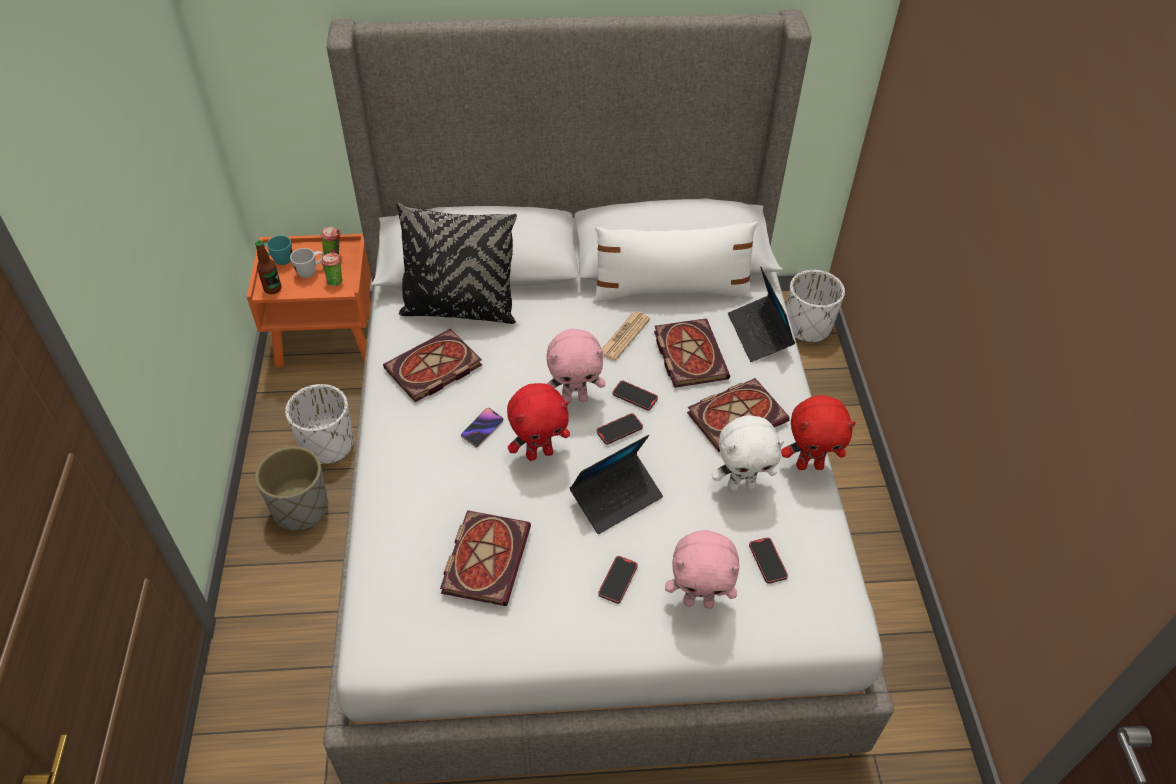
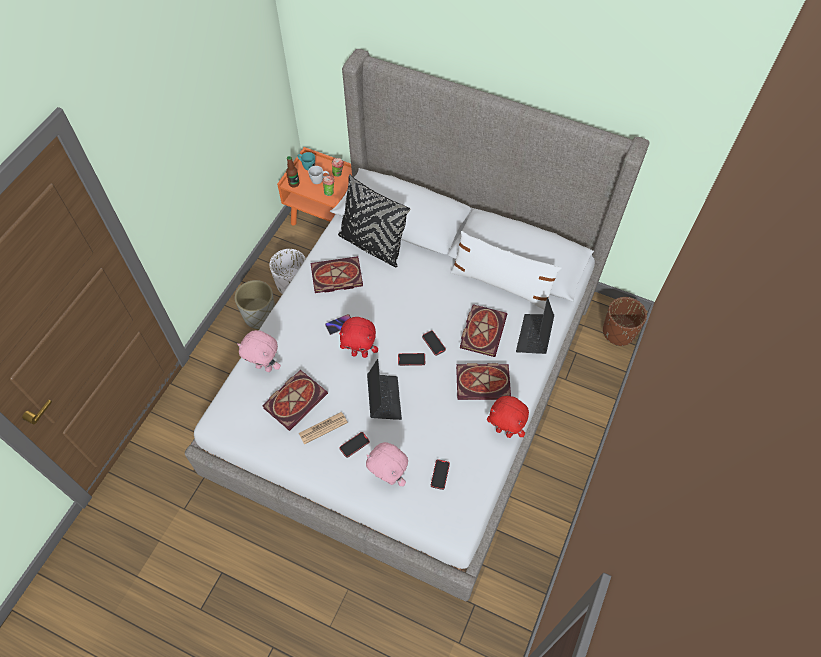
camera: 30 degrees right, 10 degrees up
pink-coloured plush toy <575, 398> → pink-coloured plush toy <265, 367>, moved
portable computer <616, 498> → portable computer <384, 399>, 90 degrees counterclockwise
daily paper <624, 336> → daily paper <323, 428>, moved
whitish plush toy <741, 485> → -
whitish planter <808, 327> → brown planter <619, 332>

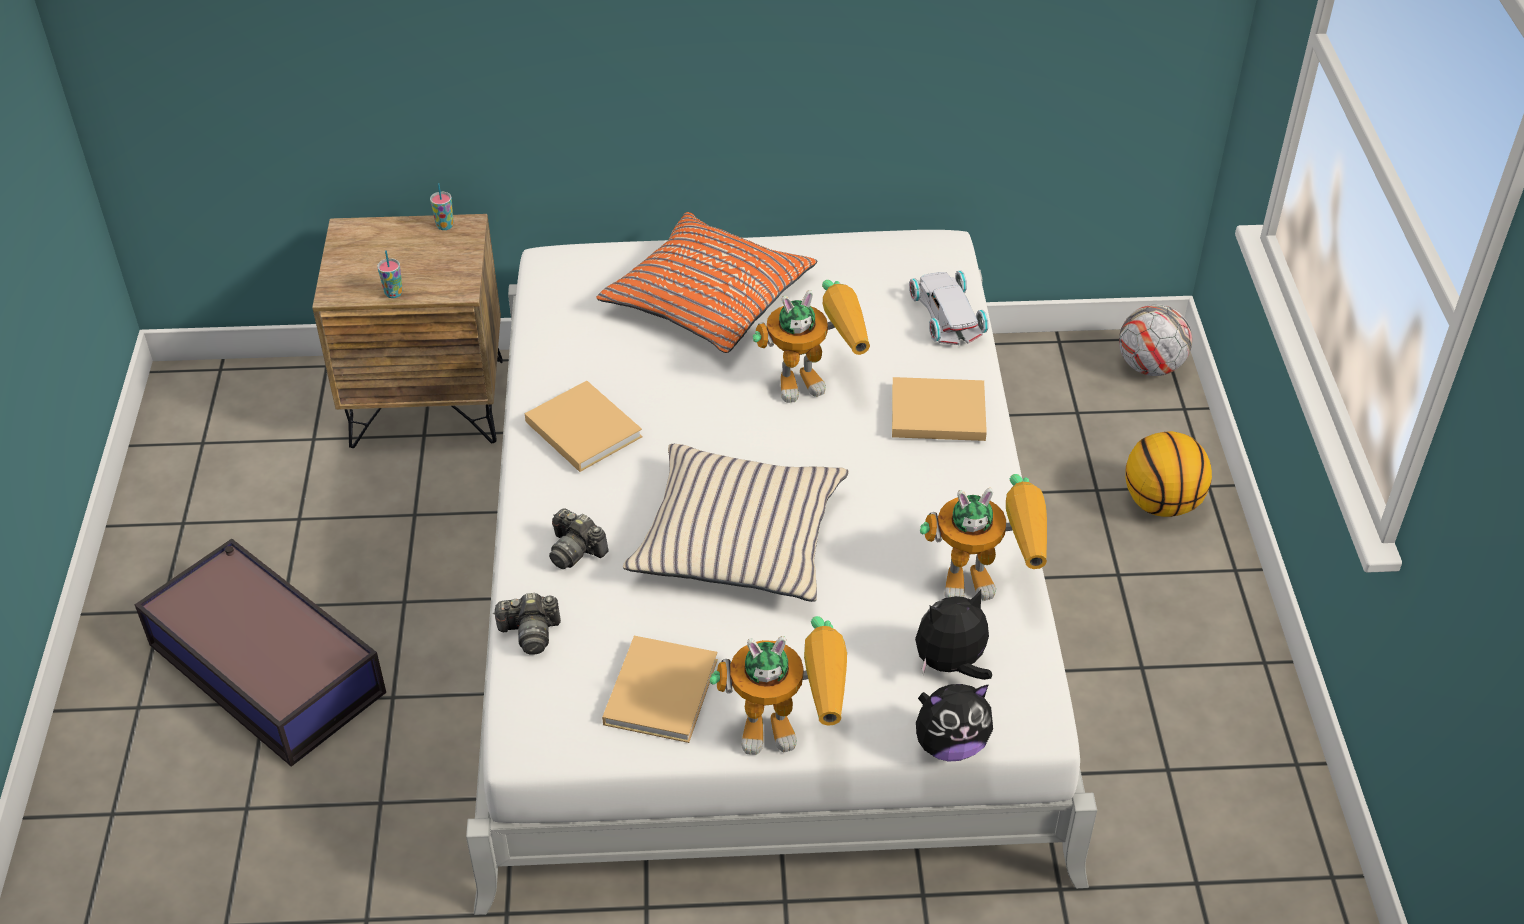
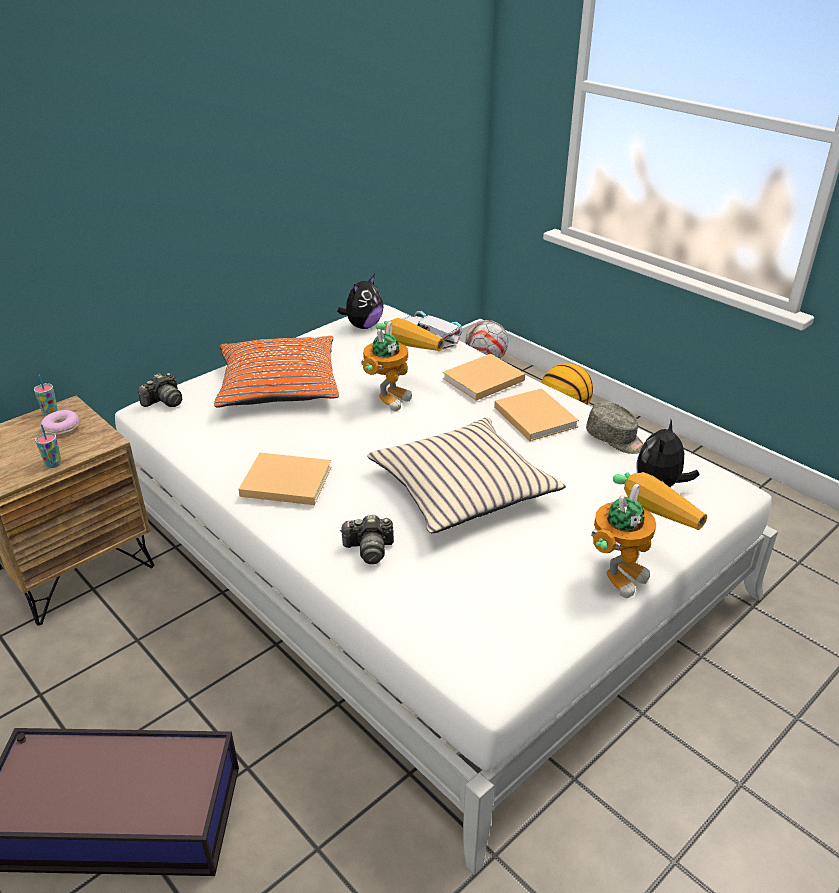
camera: 40 degrees left, 10 degrees down
still camera <530, 633> → still camera <164, 401>, moved
beige-coloured bound book <662, 689> → beige-coloured bound book <534, 416>, moved
plush toy <950, 744> → plush toy <363, 326>, moved
toy robot <987, 579> → gray baseball cap <615, 439>
- → ring doughnut <62, 428>

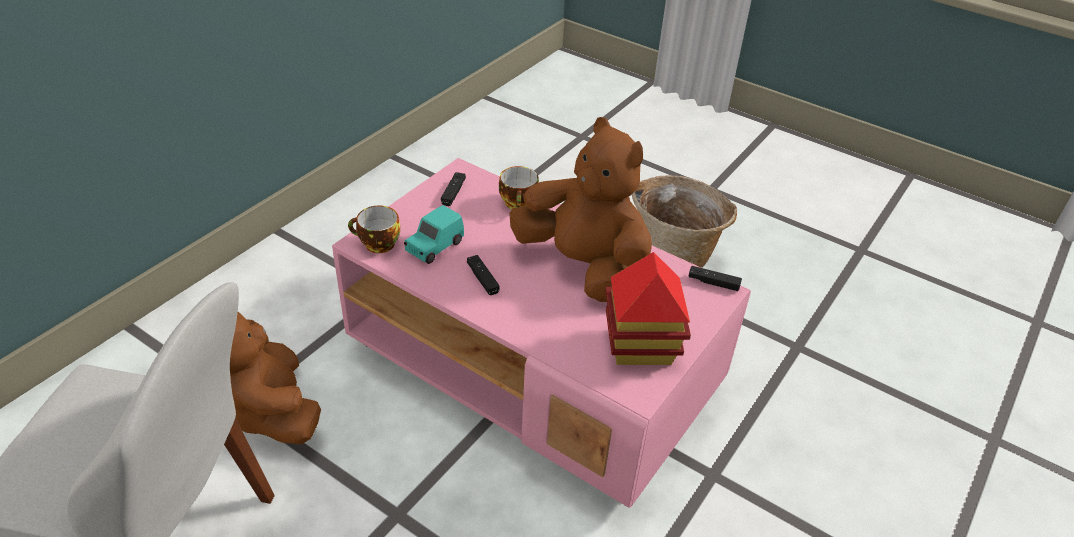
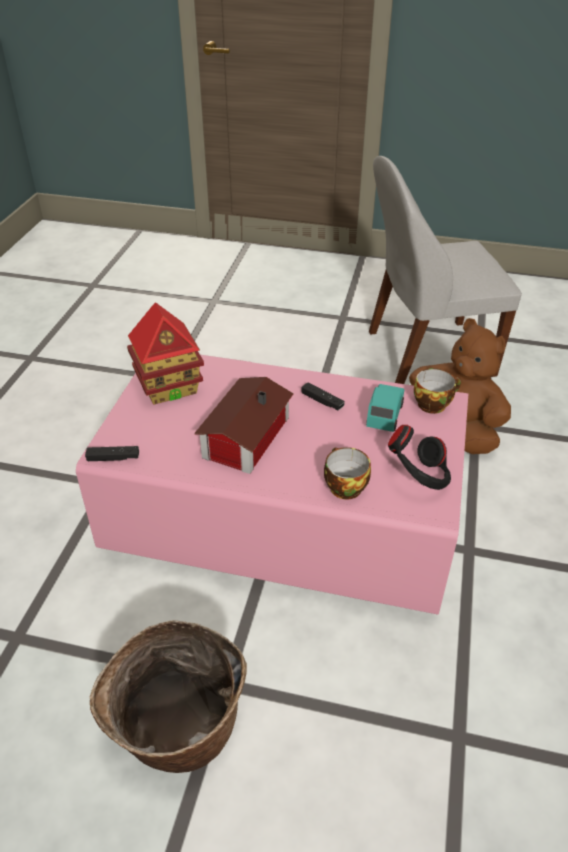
camera: 160 degrees right, 0 degrees up
black gamepad <453, 193> → black headset <419, 477>
brown plush toy <583, 266> → miniature house <243, 438>

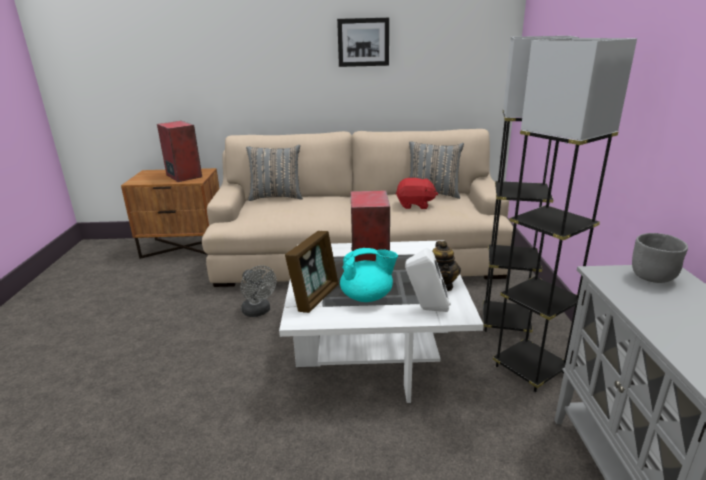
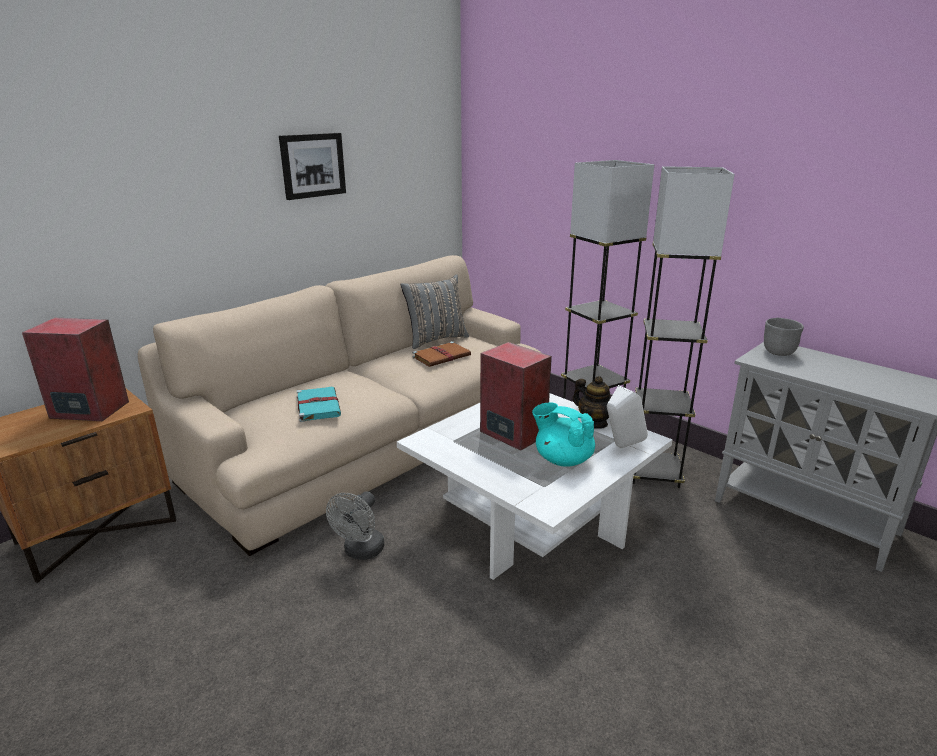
camera: 45 degrees left, 0 degrees up
gray fan <258, 312> → gray fan <361, 552>, 105 degrees clockwise
gray throw pillow <276, 197> → -
standing frame <315, 297> → -
blue-green pot for tea <367, 297> → blue-green pot for tea <562, 459>, 90 degrees counterclockwise
red plush toy <415, 205> → brown bound book <442, 356>
- → blue-green bound book <318, 405>

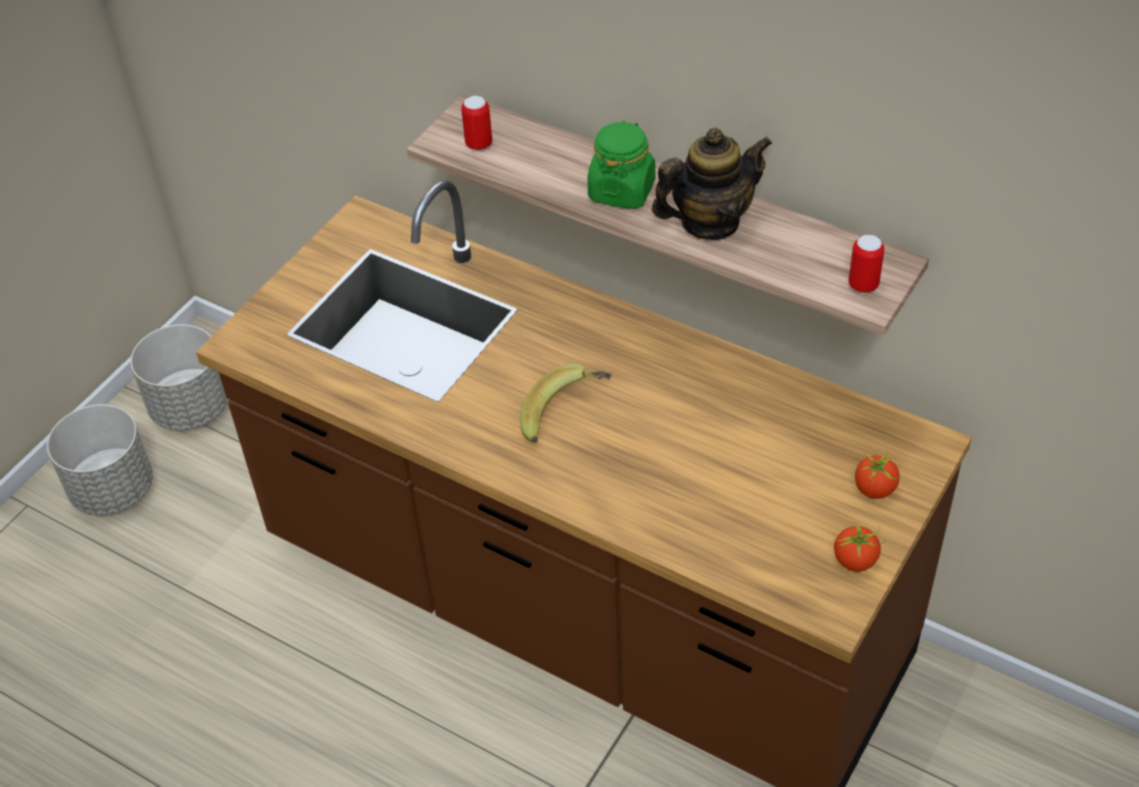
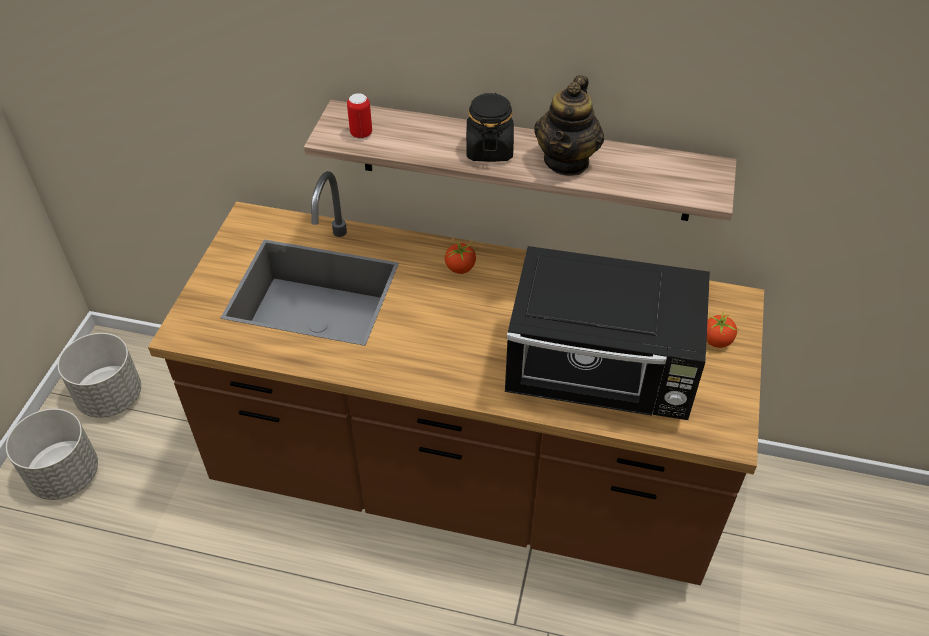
camera: 20 degrees left, 0 degrees up
banana <566, 416> → -
green-coloured jar <621, 190> → black jar <489, 149>
pot for tea <710, 222> → pot for tea <567, 161>, 150 degrees clockwise
tomato <855, 560> → tomato <460, 268>, moved
metal can <863, 285> → -
- → black microwave oven <601, 374>

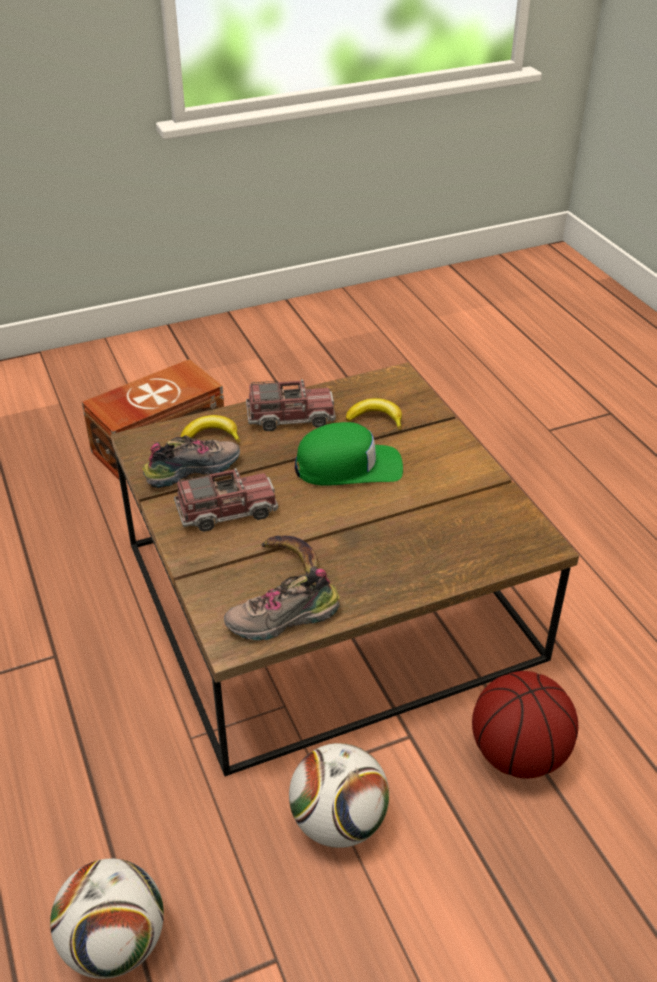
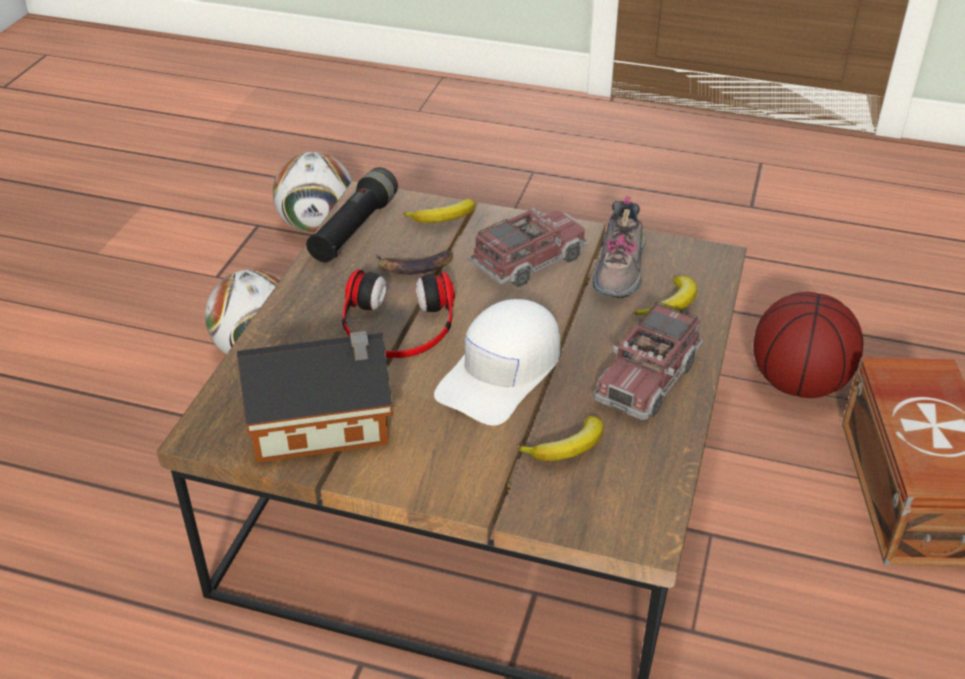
camera: 130 degrees right, 0 degrees up
toy truck <226, 511> → toy truck <529, 261>, 150 degrees counterclockwise
shoe <282, 621> → black hand torch <354, 229>
green-coloured baseball cap <349, 466> → whitish baseball cap <502, 372>
basketball ball <519, 755> → basketball ball <797, 384>, moved
- → miniature house <326, 423>
- → headset <398, 325>
- → banana <443, 219>

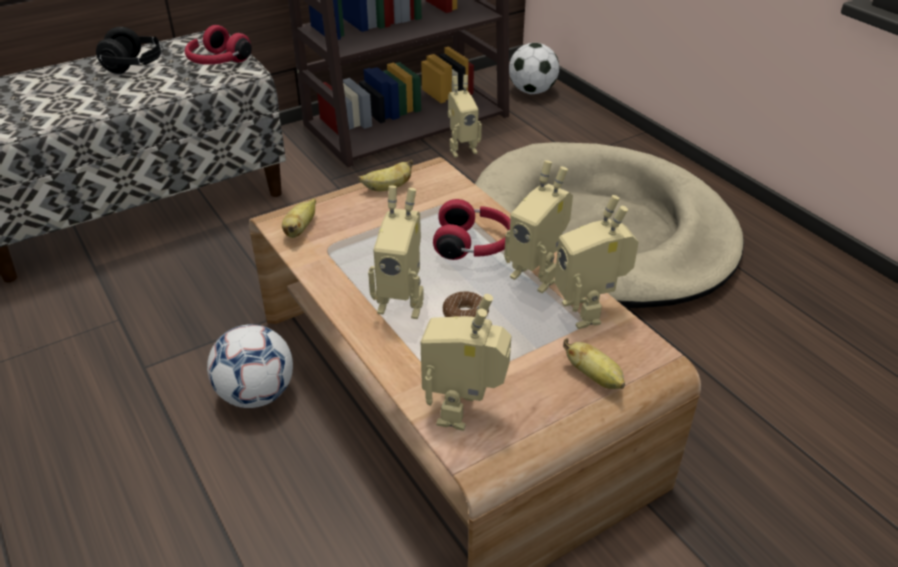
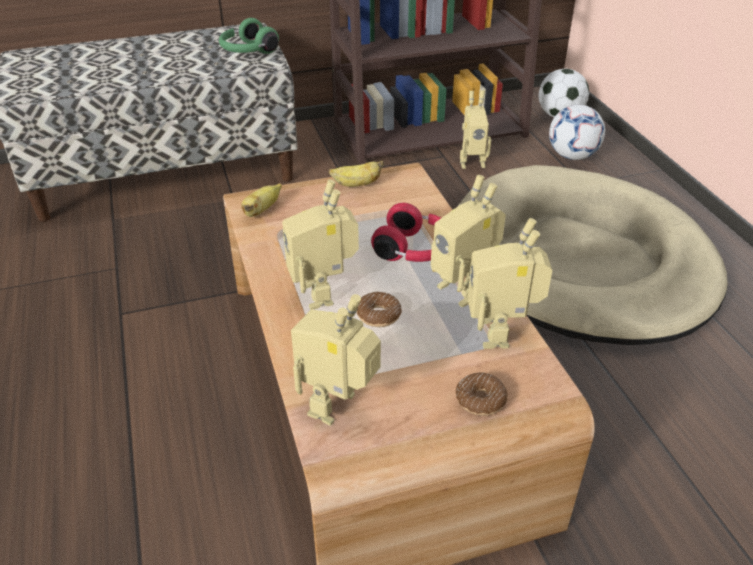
camera: 15 degrees right, 0 degrees up
black headset <135, 66> → -
red headset <217, 62> → green-coloured headset <247, 51>
football <256, 394> → football <572, 156>, moved
toy robot <402, 303> → toy robot <324, 293>, 45 degrees clockwise
banana <595, 377> → ring doughnut <480, 400>

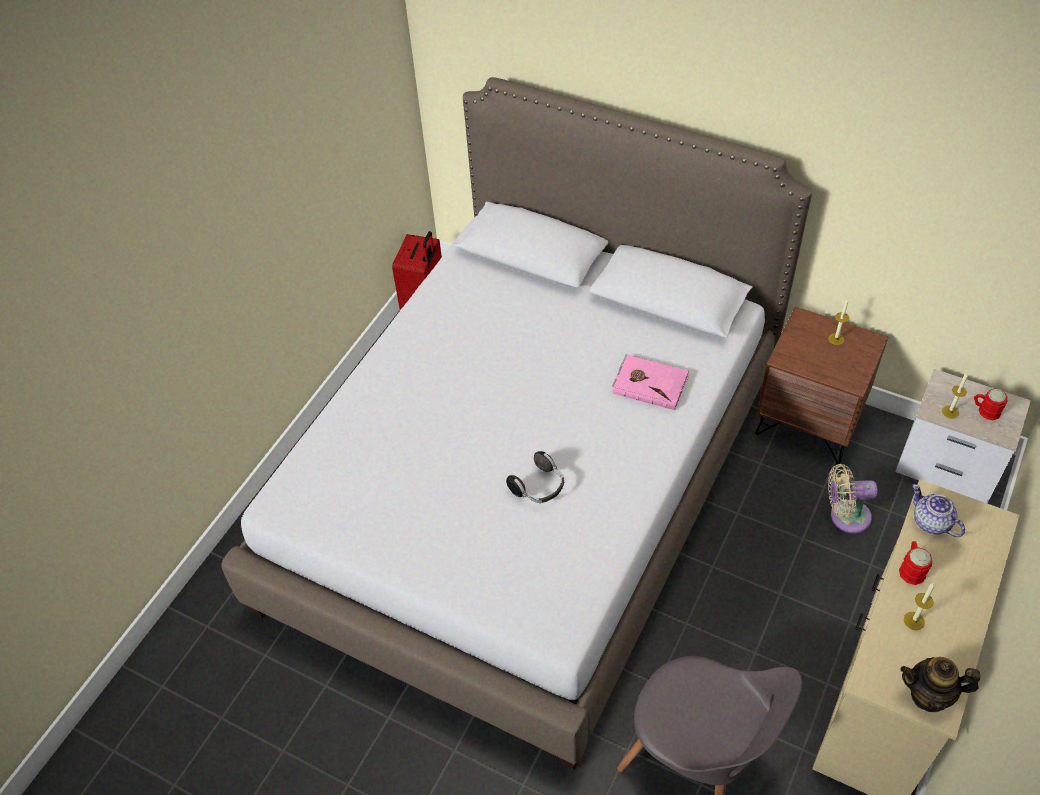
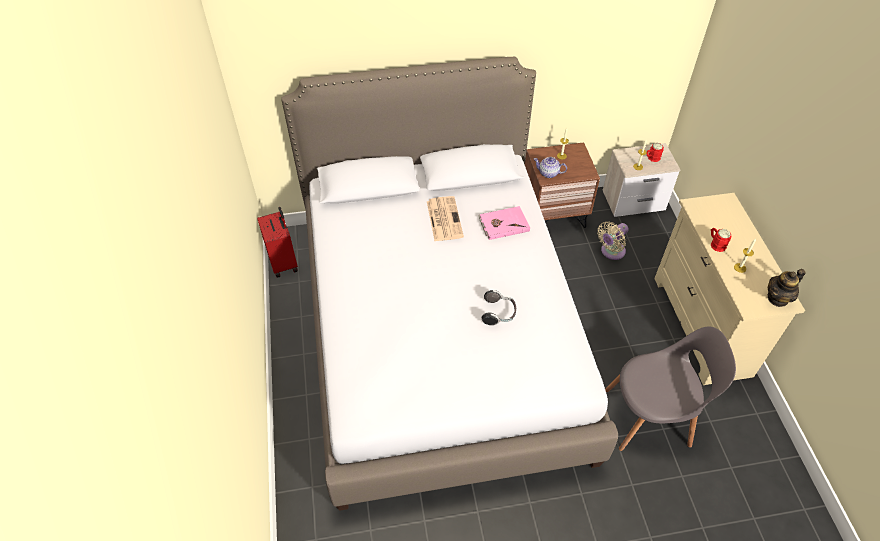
camera: 40 degrees left, 0 degrees up
pot for tea <931, 522> → pot for tea <548, 173>, moved
- → daily paper <444, 218>

